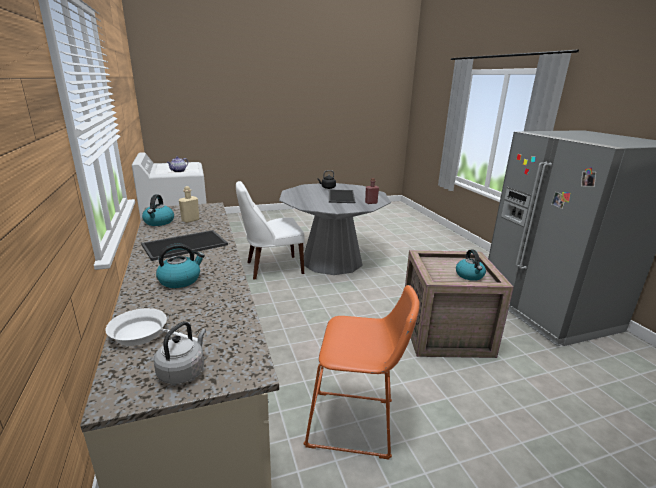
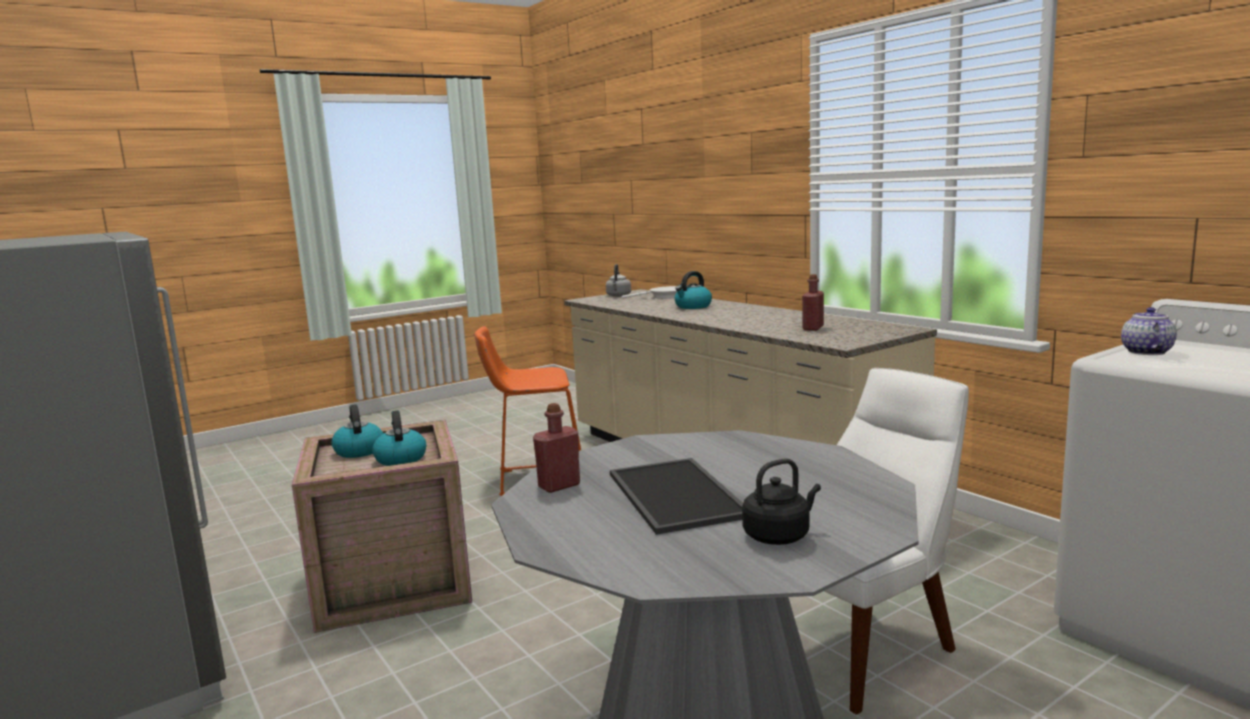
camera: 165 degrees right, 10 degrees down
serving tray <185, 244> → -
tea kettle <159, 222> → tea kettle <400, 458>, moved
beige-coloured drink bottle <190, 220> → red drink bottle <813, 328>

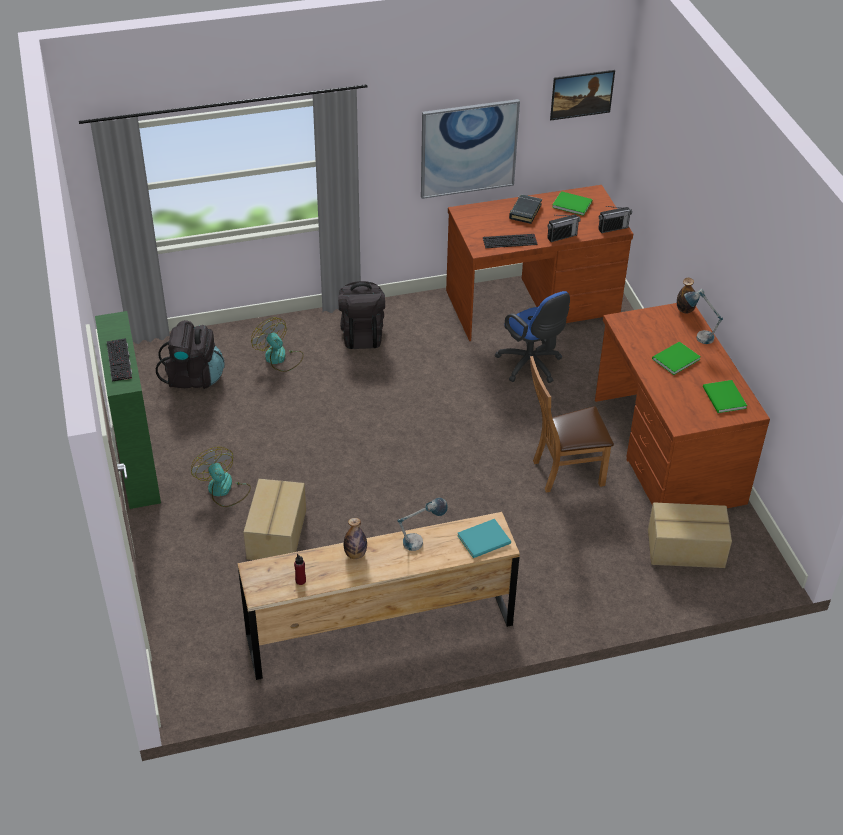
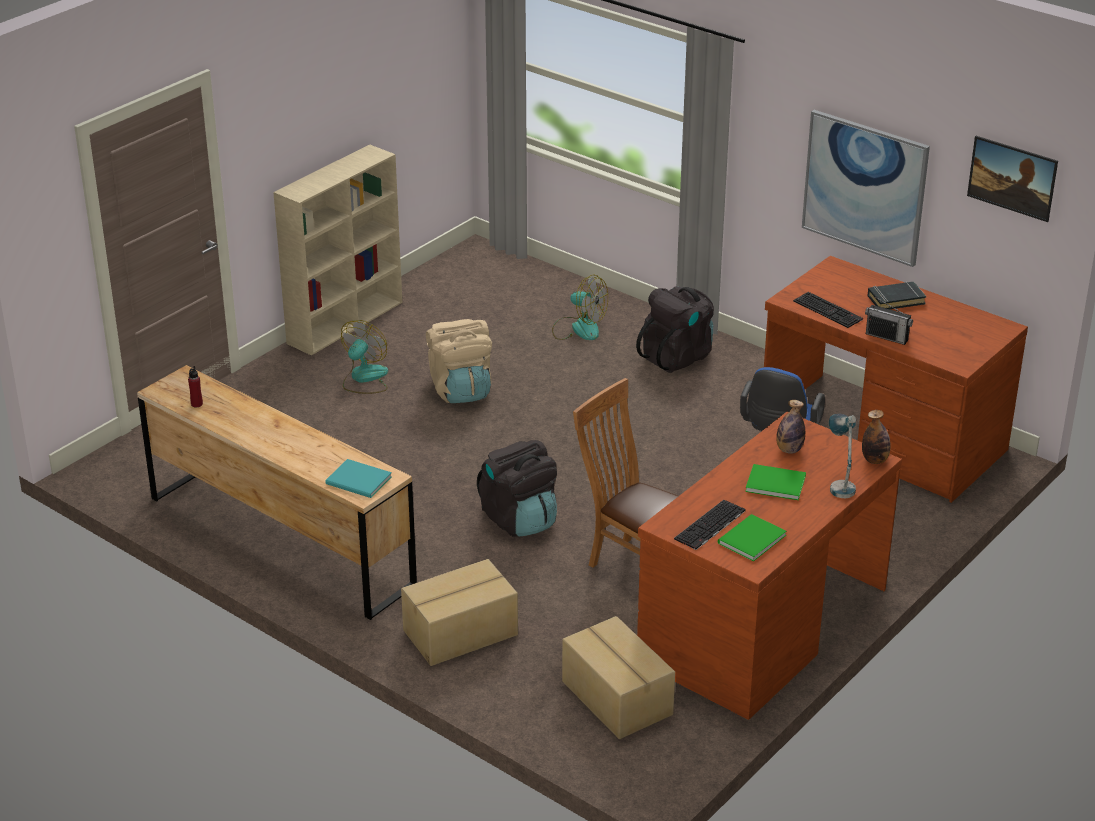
camera: 55 degrees right, 10 degrees down
green-coloured bookcase <137, 463> → beige-coloured bookcase <346, 322>
PC keyboard <120, 360> → PC keyboard <710, 526>, moved
black backpack <193, 377> → black backpack <519, 519>, moved
packing box <278, 534> → packing box <461, 633>, moved
fan <279, 358> → fan <578, 328>, 105 degrees clockwise
drink bottle <355, 554> → drink bottle <789, 450>, moved
lamp for a table <421, 541> → -
green-coloured bound book <571, 203> → -
radio <613, 228> → -
- → beige-coloured backpack <461, 390>

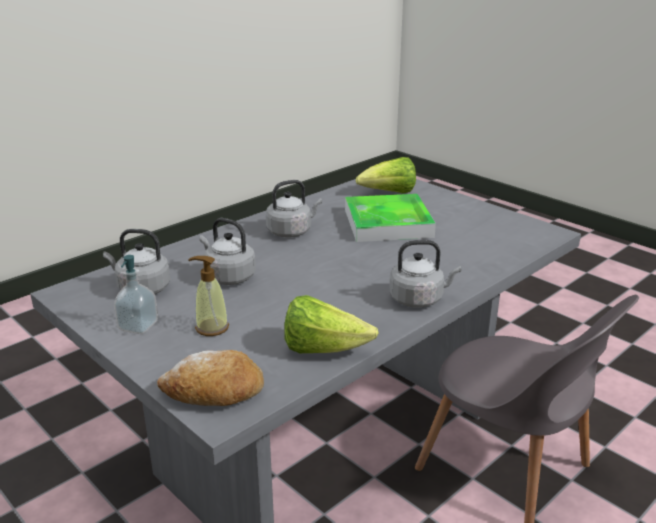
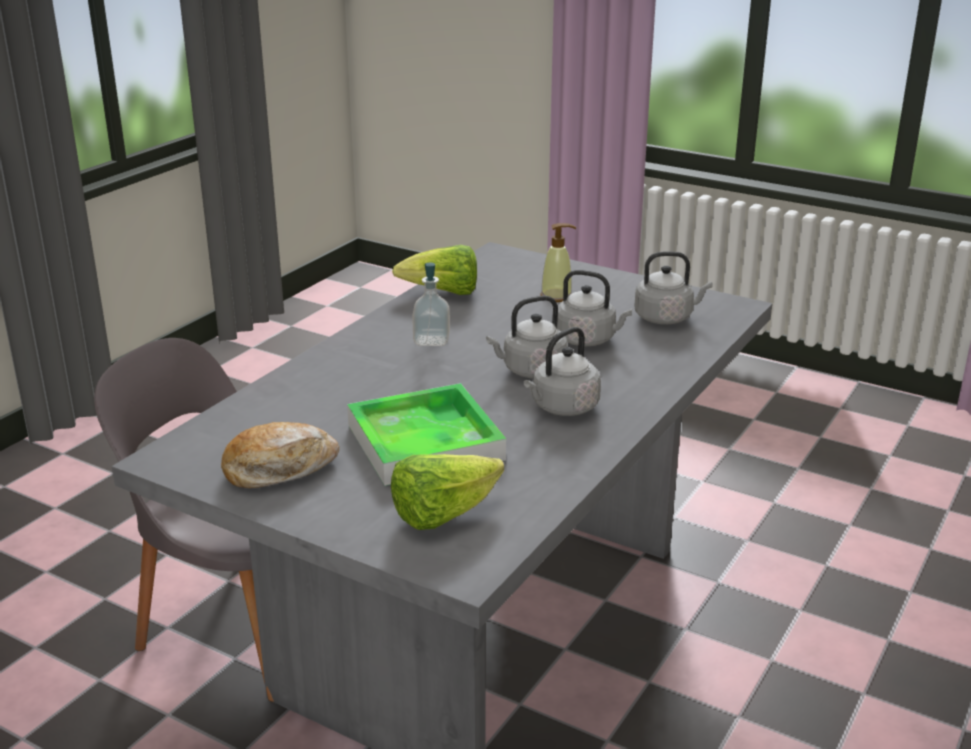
camera: 165 degrees right, 0 degrees up
soap bottle <138, 326> → soap bottle <431, 340>, moved
bread <213, 392> → bread <279, 468>, moved
gray tea kettle <419, 299> → gray tea kettle <531, 371>, moved

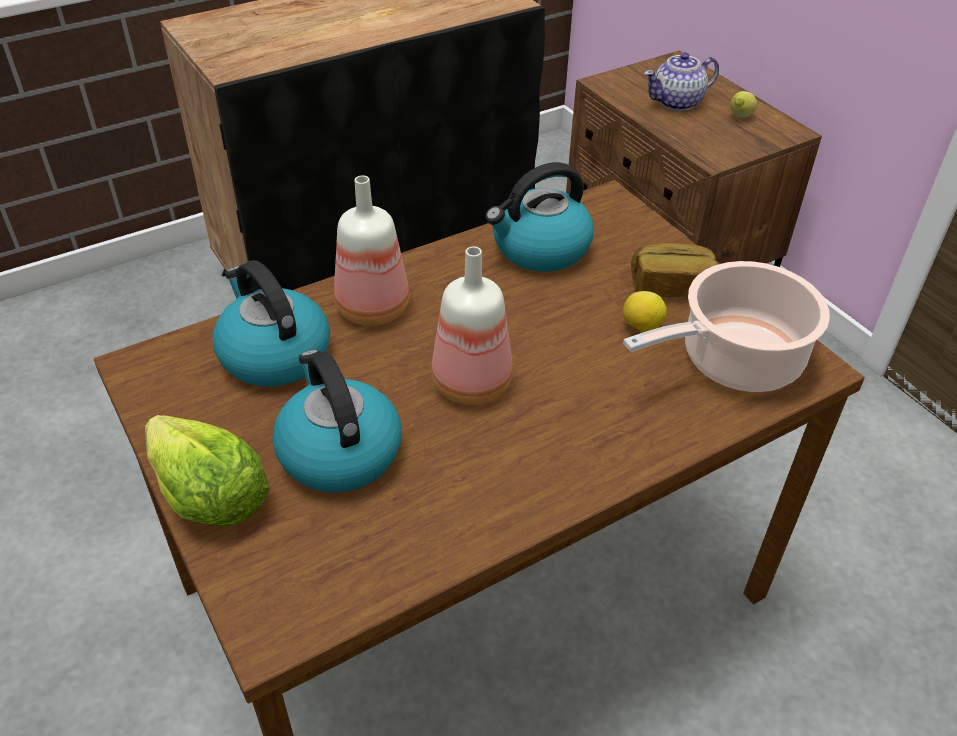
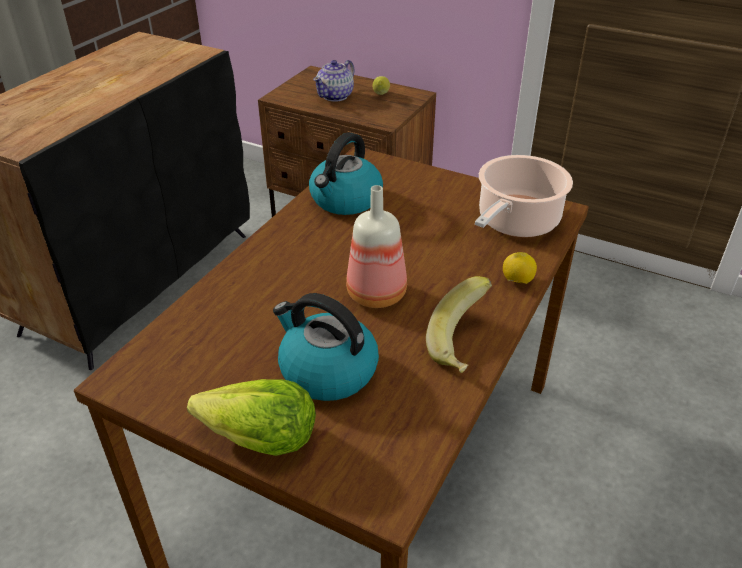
camera: 30 degrees left, 5 degrees down
tea kettle <273, 354> → -
drink bottle <372, 307> → -
whole lemon <641, 327> → whole lemon <517, 281>, moved
bread <670, 287> → -
- → banana <463, 345>

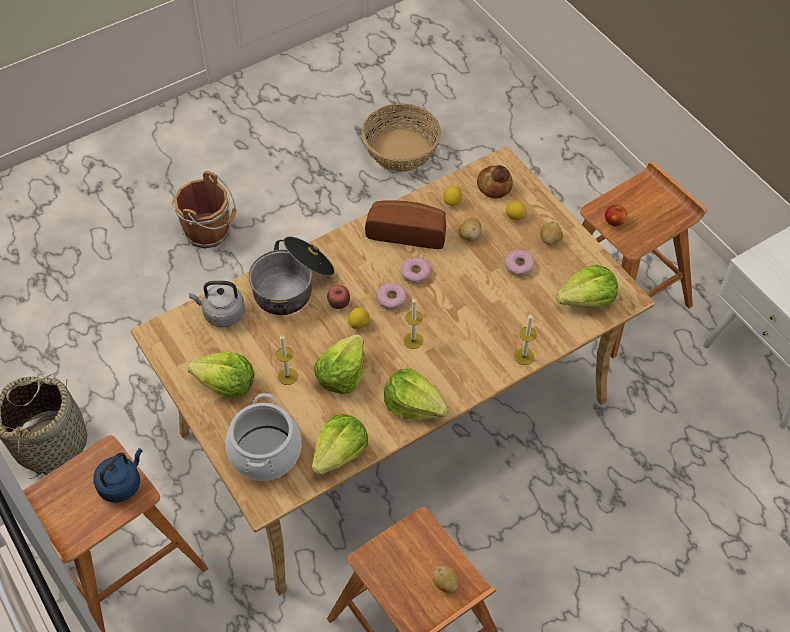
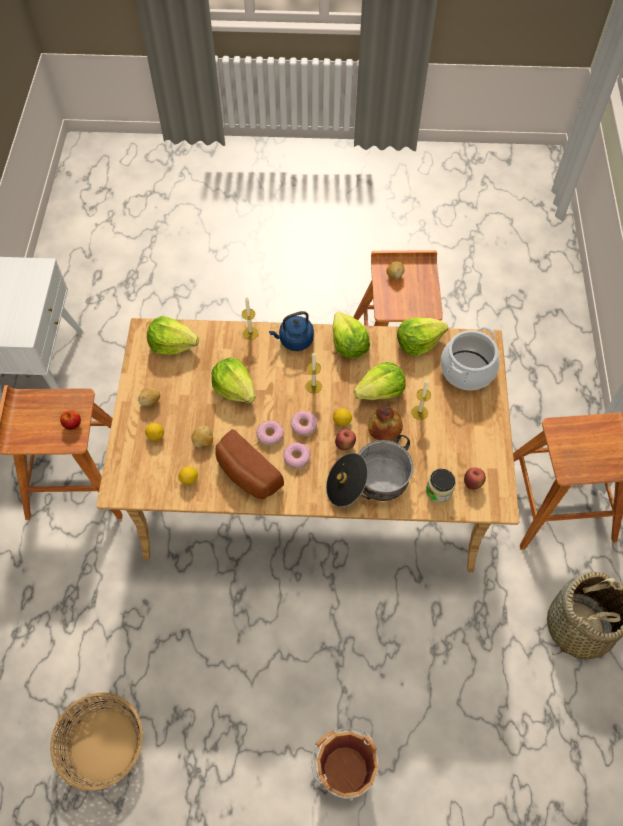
camera: 145 degrees left, 5 degrees up
bluish tea kettle <122, 484> → bluish tea kettle <294, 340>, moved
lettuce <226, 384> → lettuce <235, 388>, moved
gray tea kettle <222, 314> → jar <439, 491>
bread <494, 185> → bread <385, 428>, moved
ring doughnut <519, 266> → ring doughnut <297, 457>, moved
- → apple fruit <472, 483>

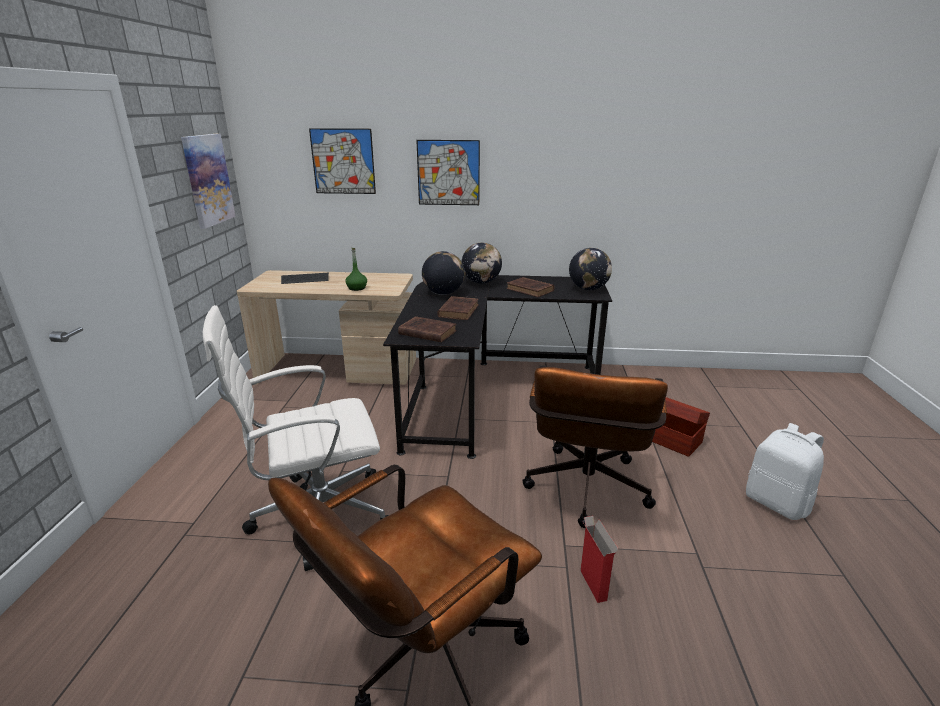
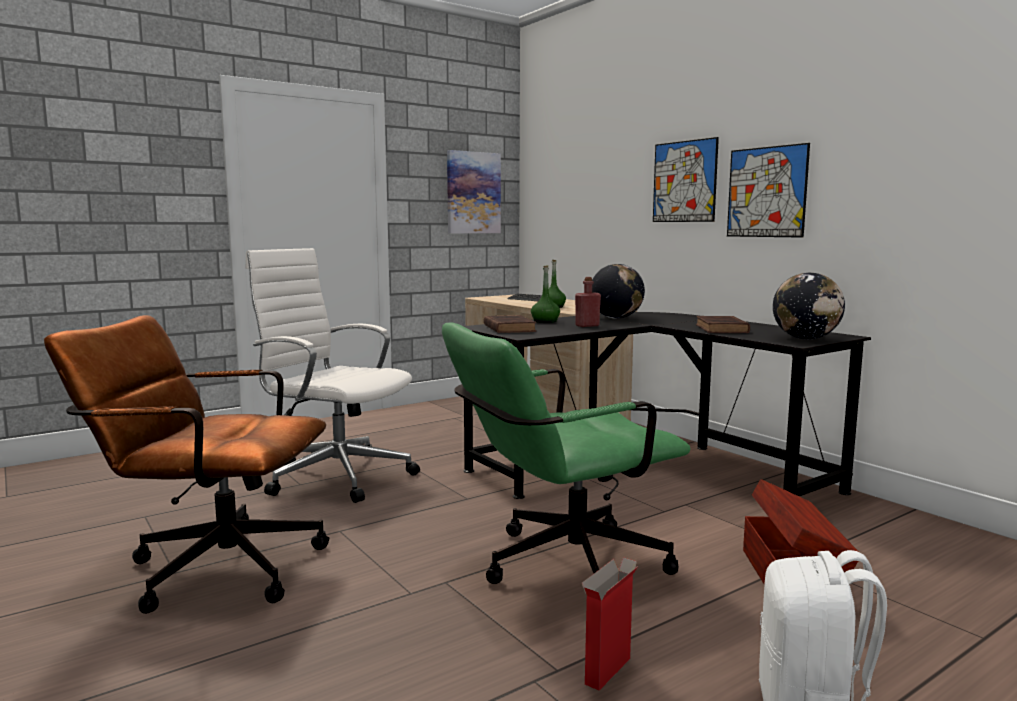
camera: 50 degrees right, 15 degrees down
wall art <343, 161> → wall art <766, 192>, moved
brown bound book <459, 310> → red drink bottle <587, 325>
world globe <481, 282> → -
brown office chair <585, 493> → green-coloured office chair <559, 567>
packing box <592, 584> → packing box <608, 670>, moved
- → green-coloured drink bottle <545, 321>

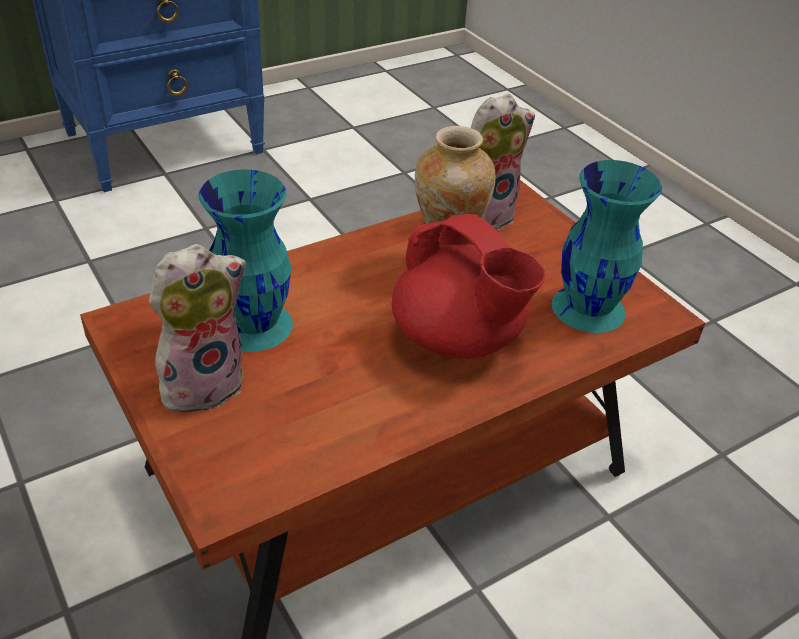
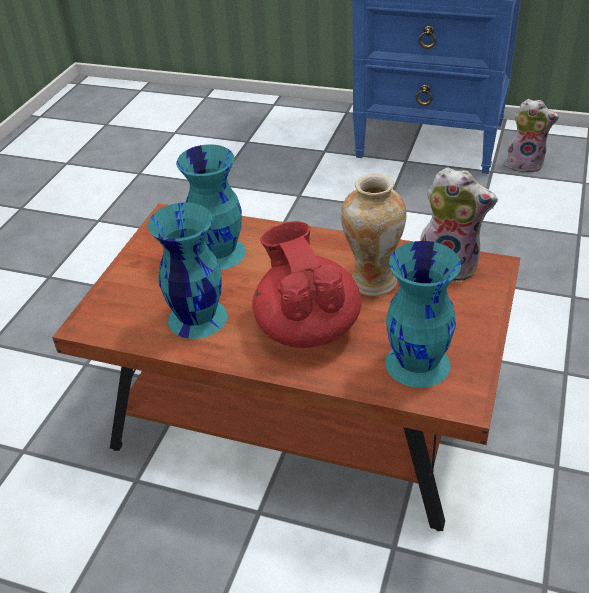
camera: 55 degrees right, 0 degrees up
plush toy <203, 382> → plush toy <525, 164>, moved
red pot for tea <458, 338> → red pot for tea <307, 327>, 150 degrees clockwise
- → blue-green decorative vase <196, 317>

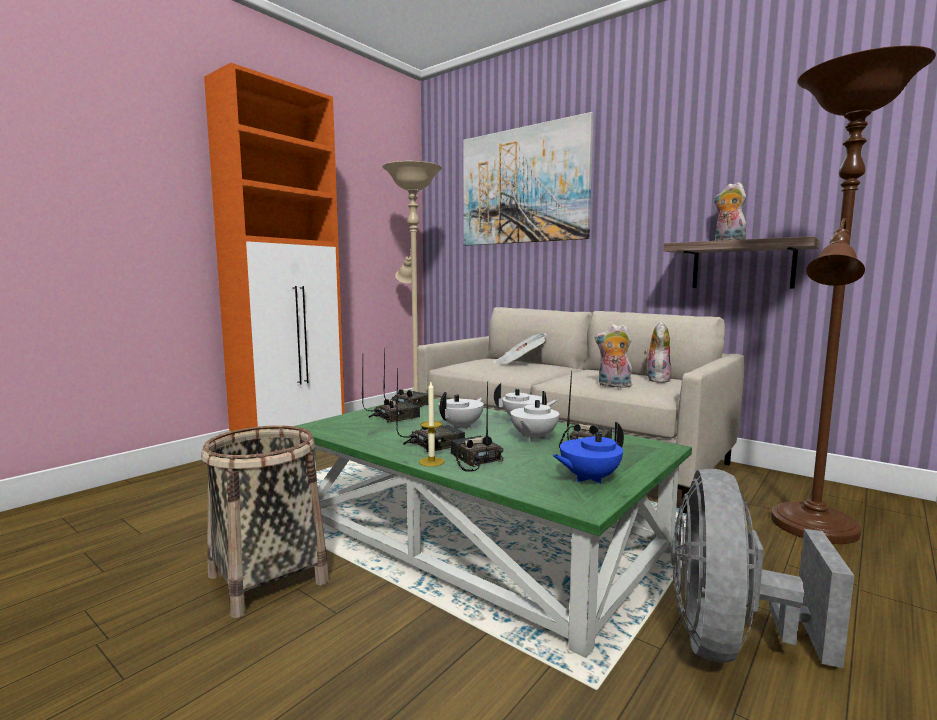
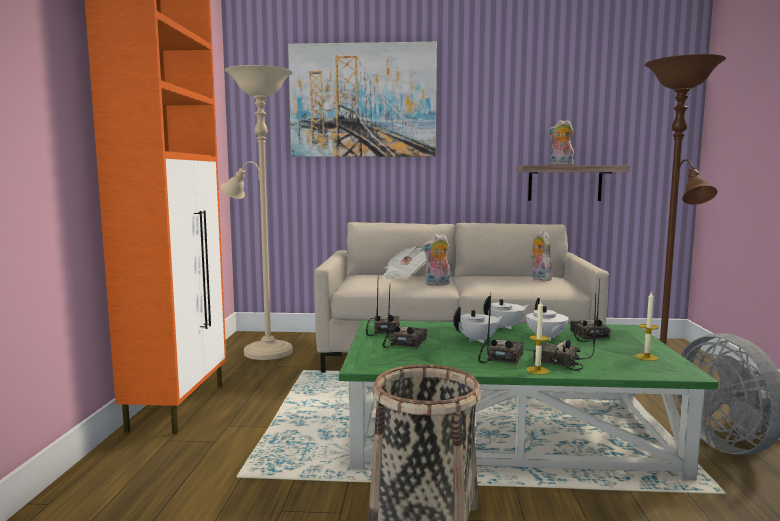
camera: 35 degrees left, 0 degrees up
whitish pot for tea <462, 427> → whitish pot for tea <478, 340>, 60 degrees clockwise
bluish pot for tea <588, 478> → wax light <646, 357>
plush toy <613, 386> → plush toy <437, 284>, moved

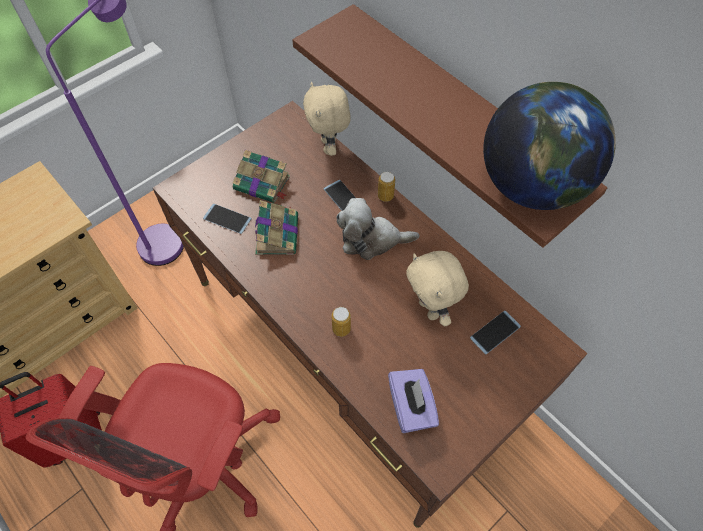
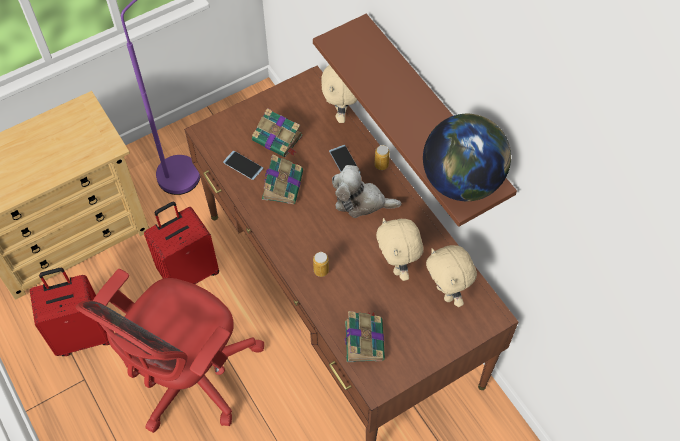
camera: 10 degrees right, 0 degrees up
purple-coloured box of tissues <411, 407> → bound book <364, 339>
telephone <495, 332> → beige-coloured plush toy <446, 293>
- → red travel case <189, 272>

